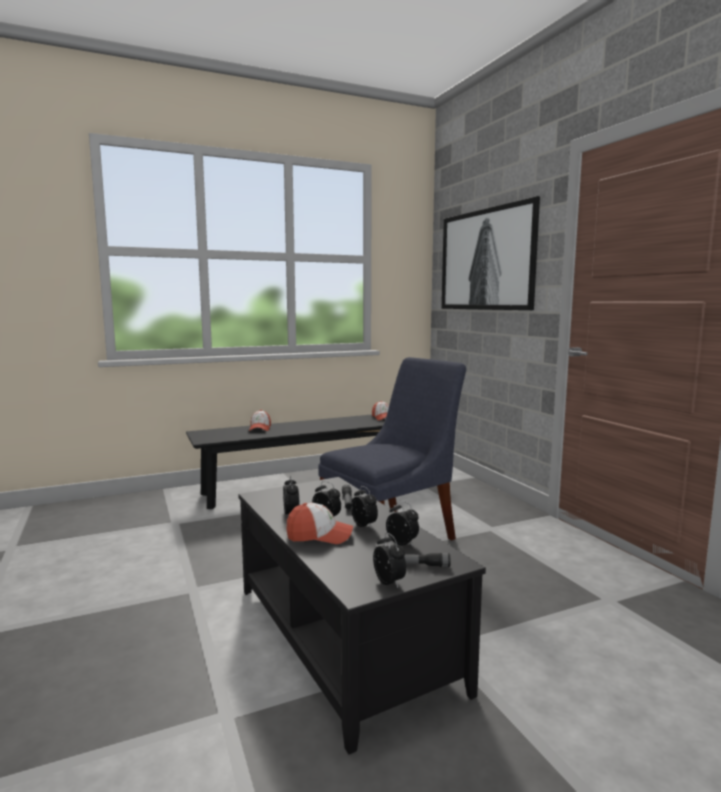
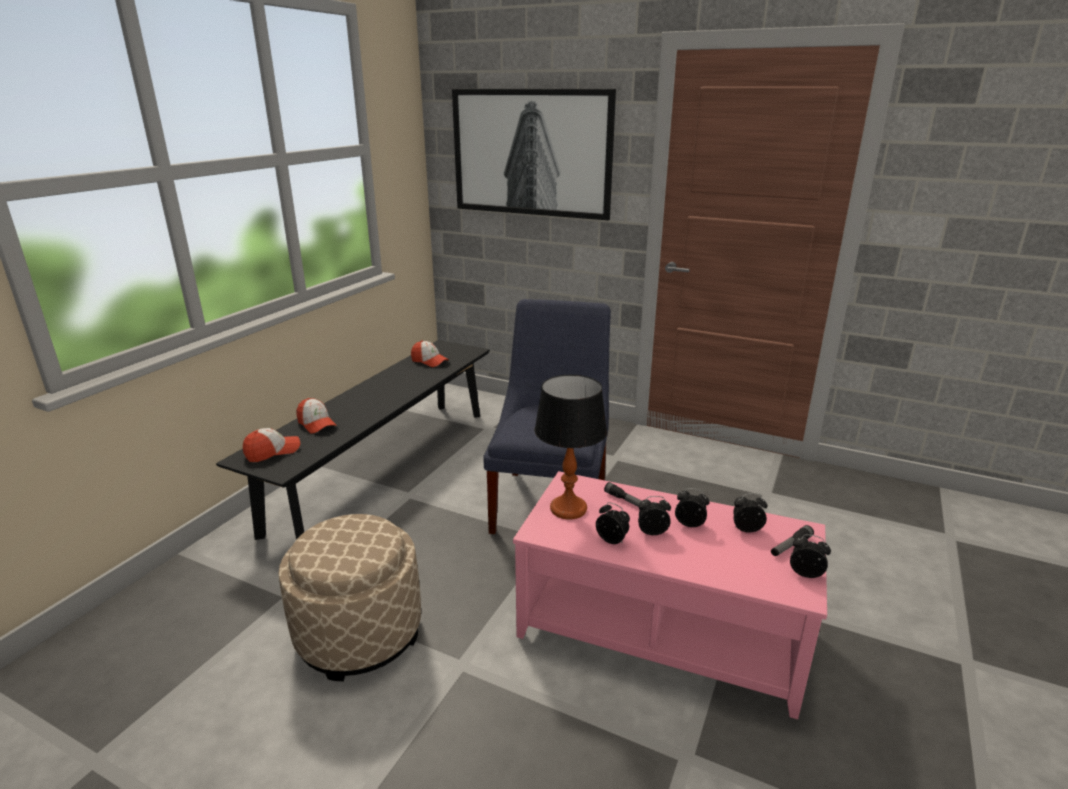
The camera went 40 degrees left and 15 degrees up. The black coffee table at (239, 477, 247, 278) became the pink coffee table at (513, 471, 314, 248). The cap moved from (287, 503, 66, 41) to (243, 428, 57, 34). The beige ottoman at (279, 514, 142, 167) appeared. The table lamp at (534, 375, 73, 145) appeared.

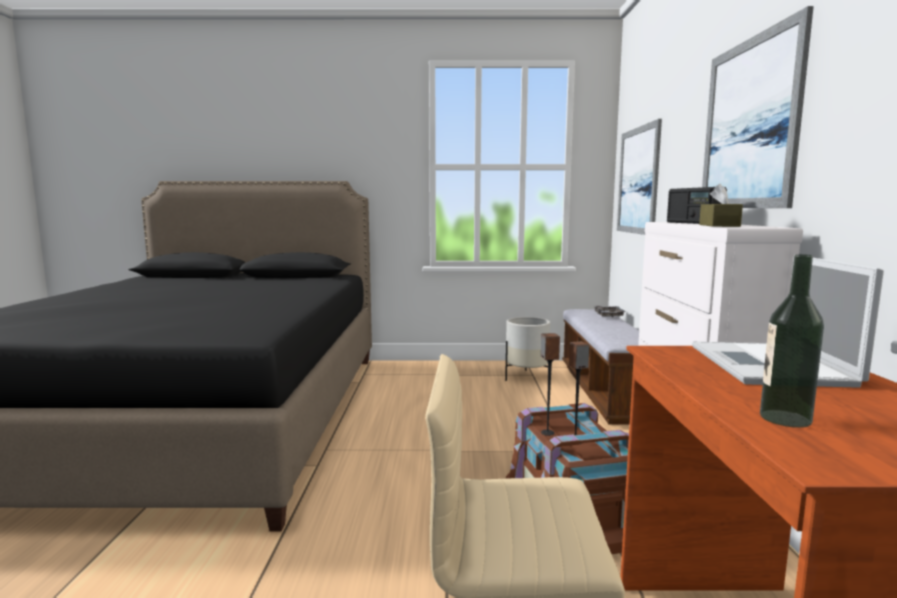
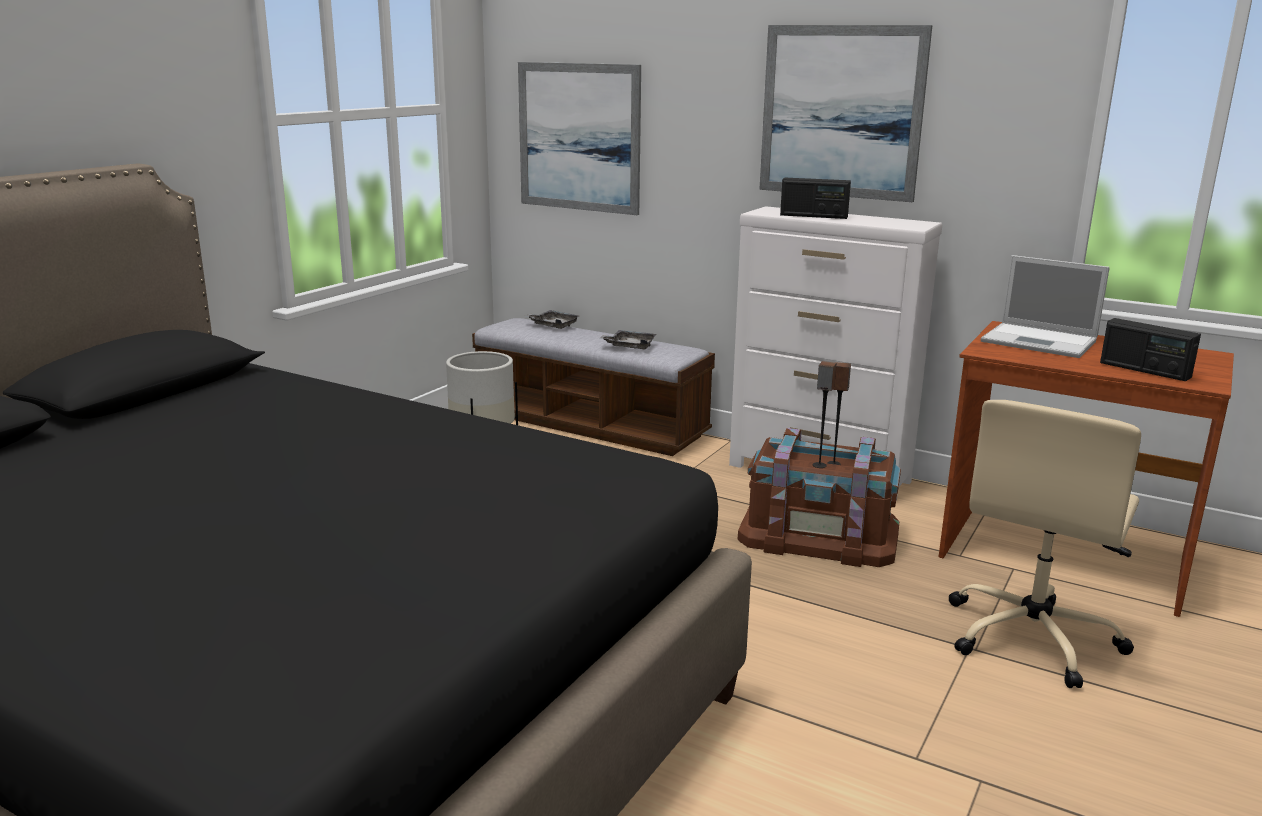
The camera went 60 degrees left and 10 degrees up. The brown tissue box at (699, 183, 44, 44) disappeared. The bottle at (760, 254, 64, 174) was replaced by the radio at (1100, 318, 101, 63). The grey tray at (600, 330, 56, 19) appeared.

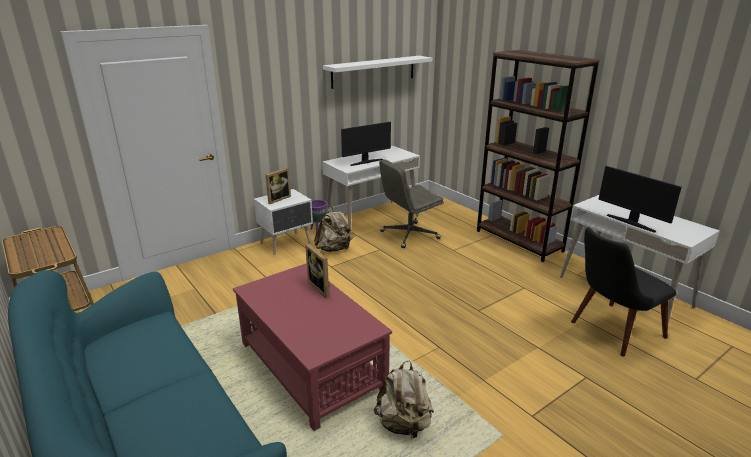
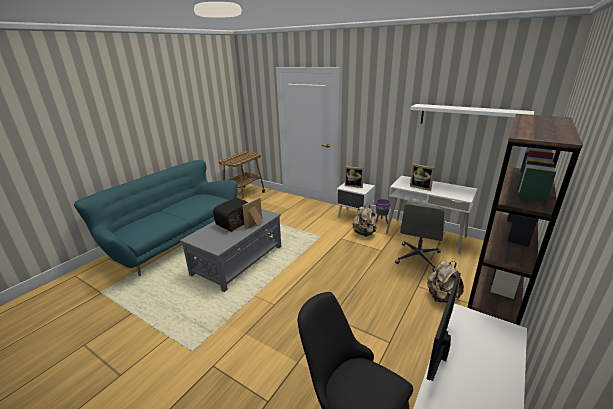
The camera went 70 degrees right and 0 degrees up. The red coffee table at (233, 264, 159, 167) became the grey coffee table at (180, 209, 101, 83). The monitor at (341, 122, 50, 44) was replaced by the picture frame at (410, 164, 24, 27). The beige backpack moved from (374, 361, 60, 77) to (427, 261, 37, 42). The grey office chair at (379, 159, 65, 89) turned 105 degrees counterclockwise. The radio at (213, 198, 35, 33) appeared.

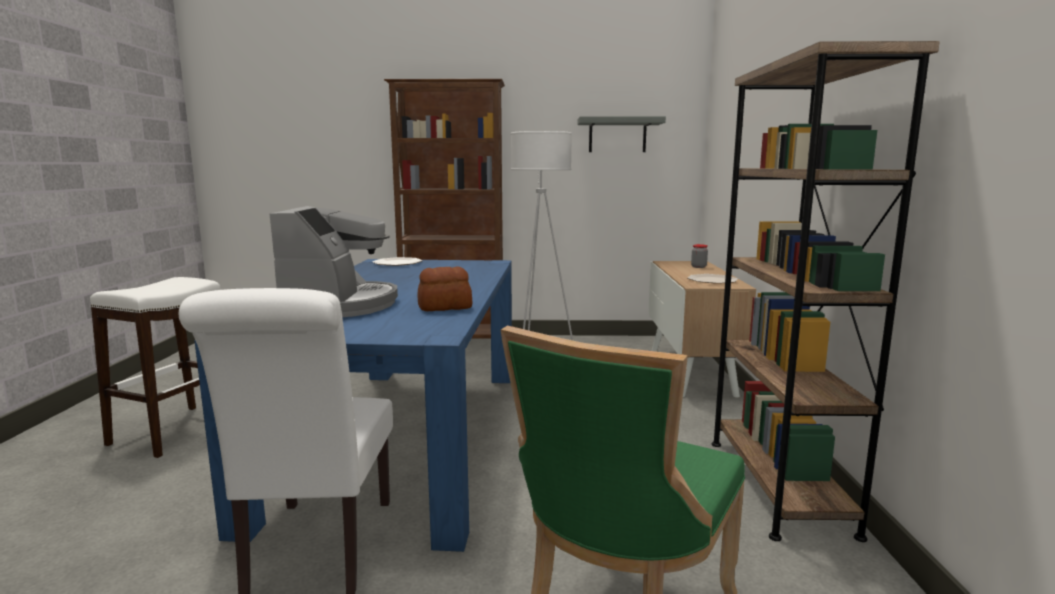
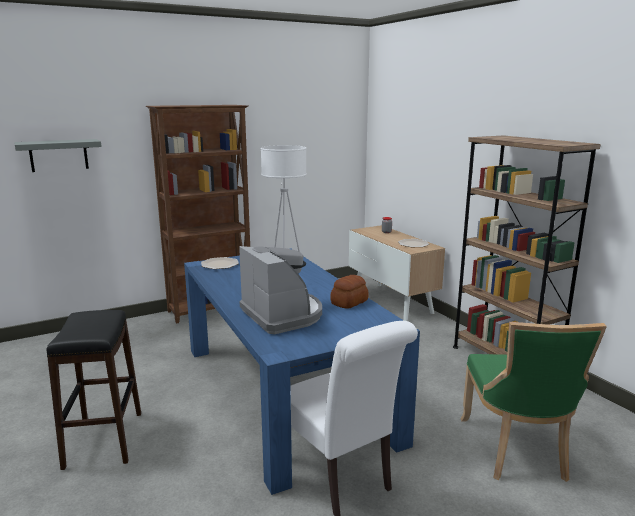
The camera went 30 degrees left and 5 degrees up. The white stool at (90, 277, 131, 181) became the black stool at (46, 310, 95, 160). The grey shelf moved from (577, 116, 89, 36) to (14, 139, 88, 33).

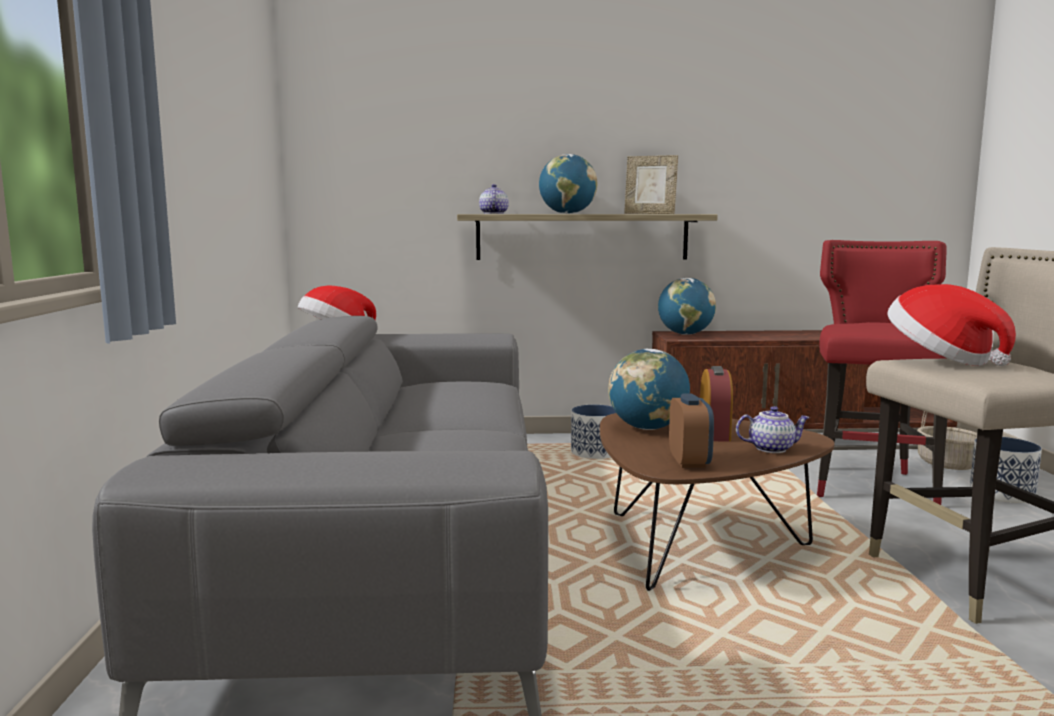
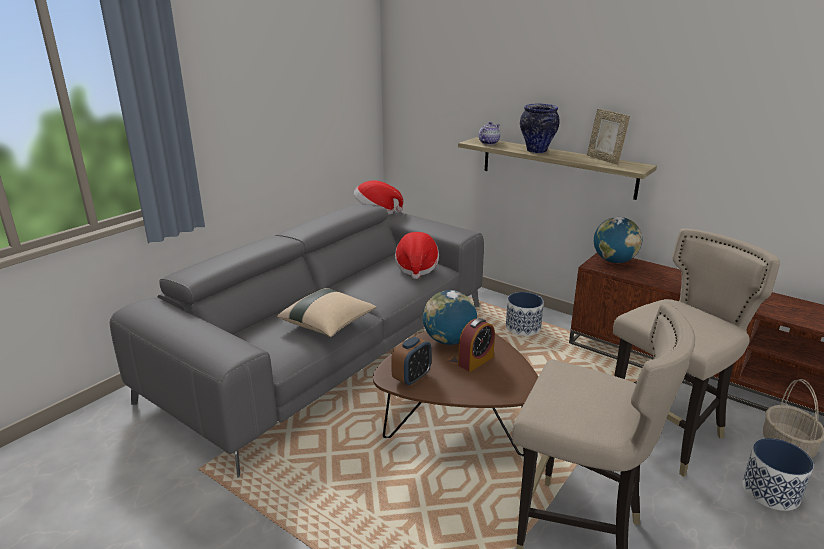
The camera went 40 degrees right and 15 degrees up. The globe at (539, 154, 58, 60) was replaced by the vase at (520, 104, 40, 49). The teapot at (736, 406, 74, 47) disappeared. The red stool at (817, 240, 131, 265) became the beige stool at (613, 228, 167, 249). The hat moved from (888, 284, 128, 82) to (395, 232, 44, 47). The beige pillow at (277, 288, 100, 49) appeared.

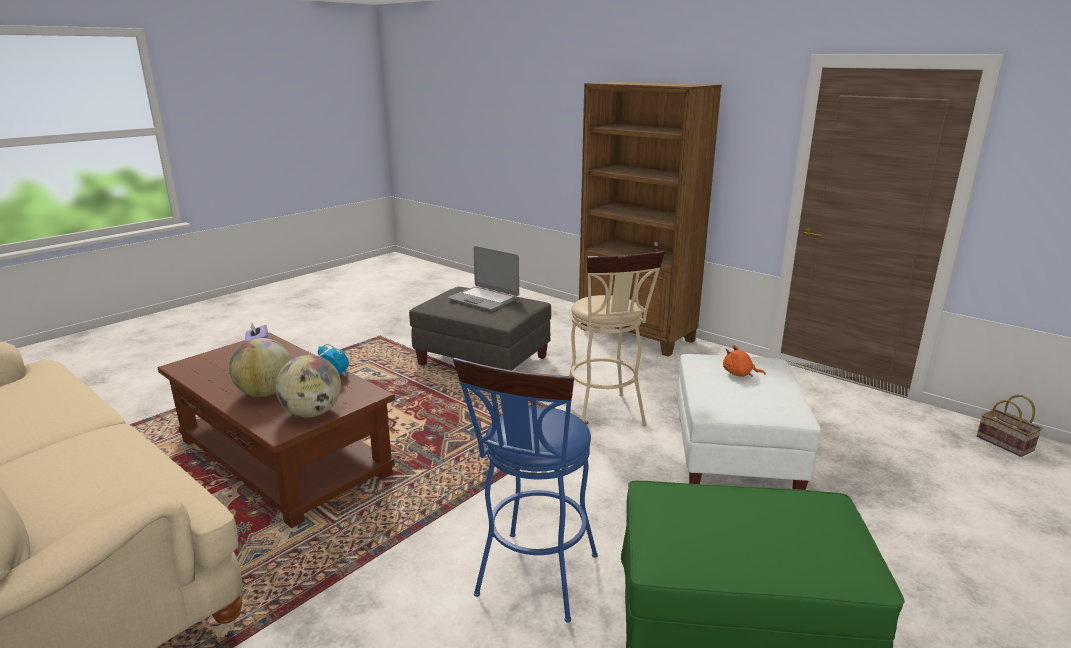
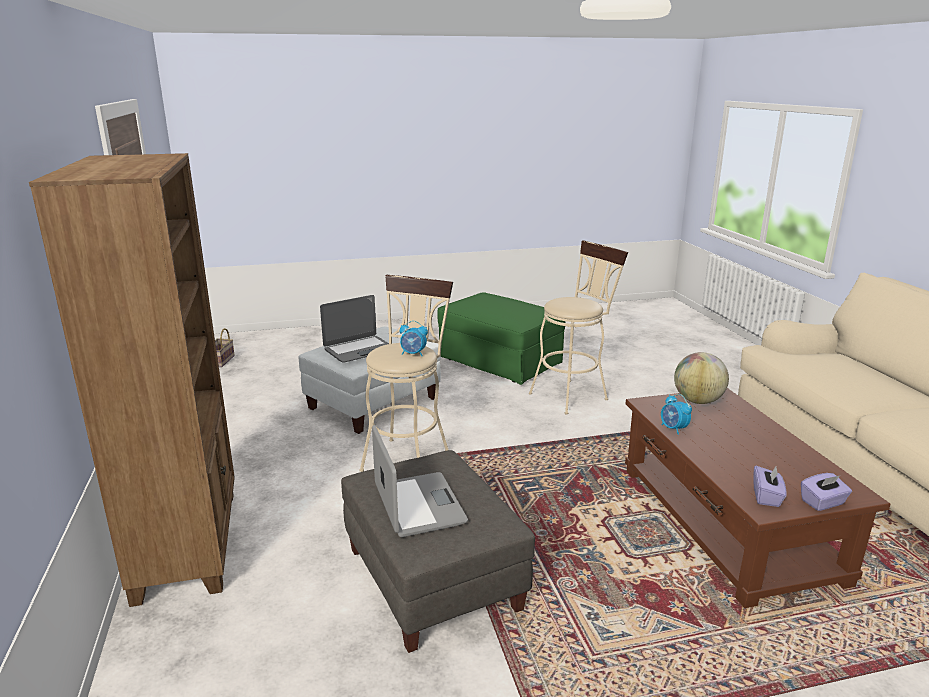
The camera went 145 degrees left and 0 degrees up. The globe at (229, 338, 63, 59) disappeared. The blue stool at (453, 358, 145, 265) became the beige stool at (529, 240, 99, 174). The orange plush toy at (723, 345, 43, 32) was replaced by the laptop at (320, 295, 69, 68). The alarm clock at (400, 321, 28, 35) appeared. The purple tissue box at (801, 473, 51, 38) appeared.

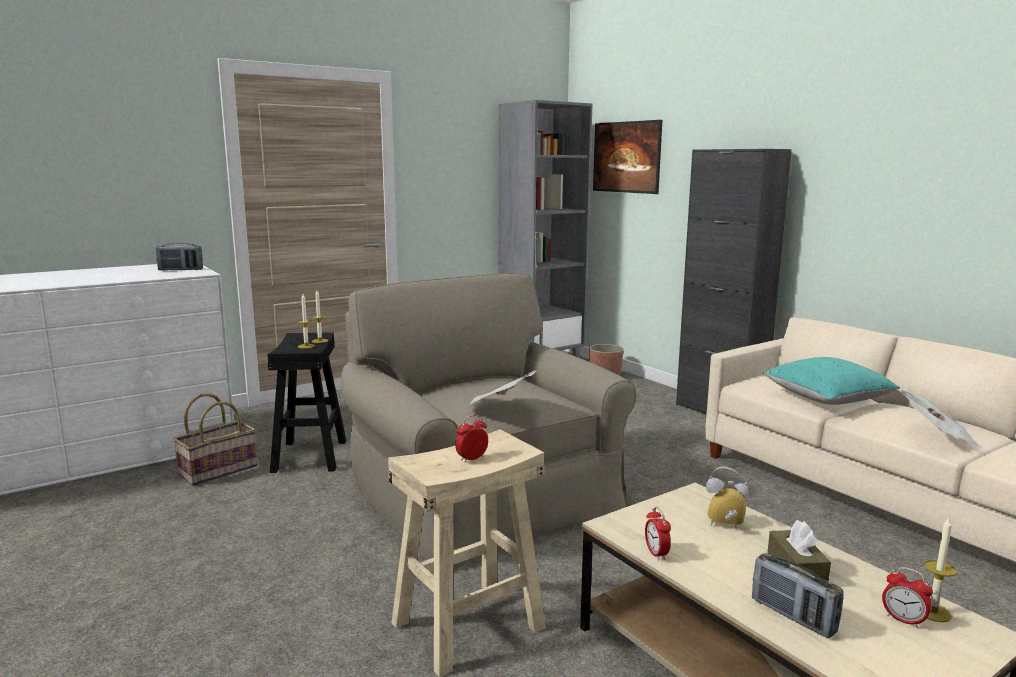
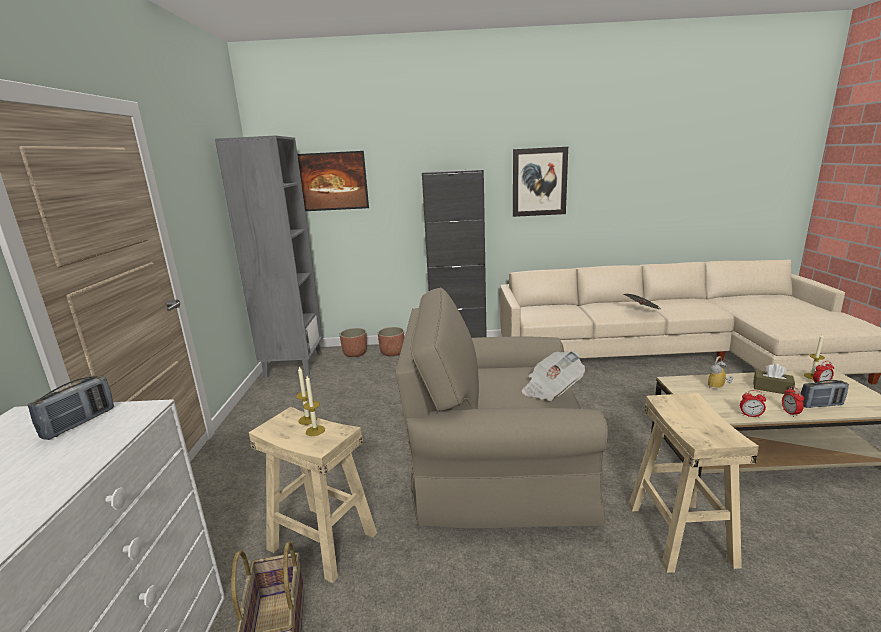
The camera went 55 degrees left and 5 degrees up. The black stool at (267, 332, 79, 141) became the beige stool at (249, 407, 128, 176). The alarm clock moved from (455, 415, 33, 48) to (782, 386, 22, 31). The turquoise pillow at (763, 357, 137, 48) disappeared. The planter at (378, 327, 26, 29) appeared. The picture at (513, 147, 55, 70) appeared.

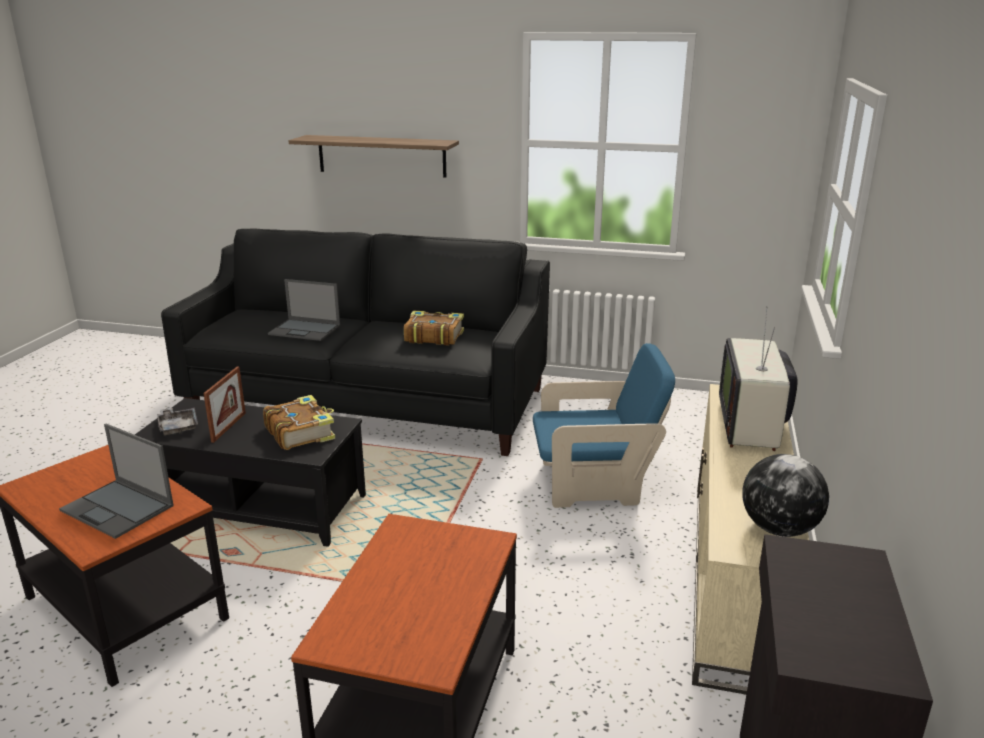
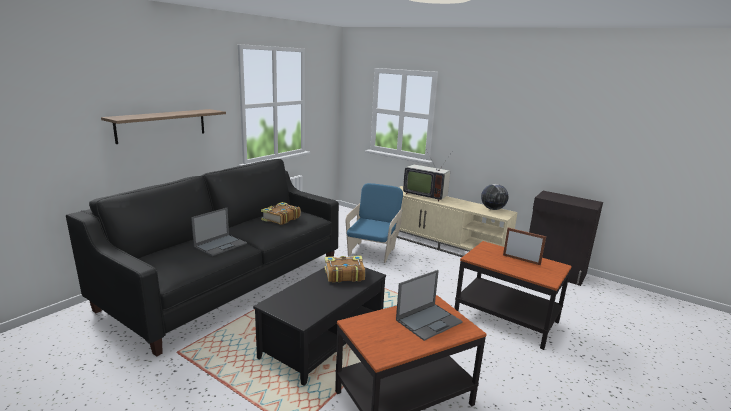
The camera went 70 degrees left and 5 degrees down. The grey tray at (157, 408, 41, 27) disappeared. The picture frame moved from (203, 367, 43, 76) to (503, 228, 43, 37).

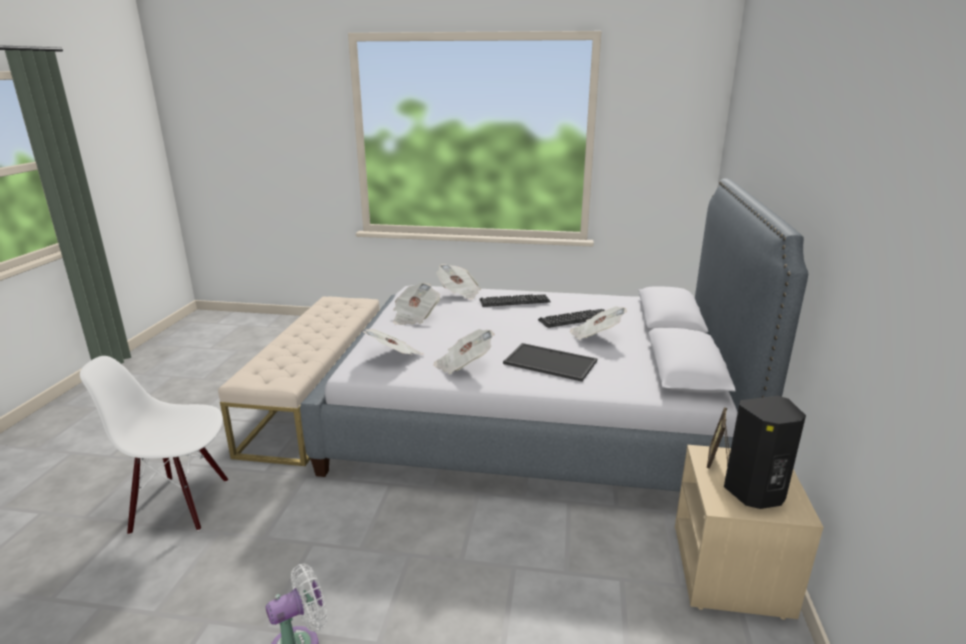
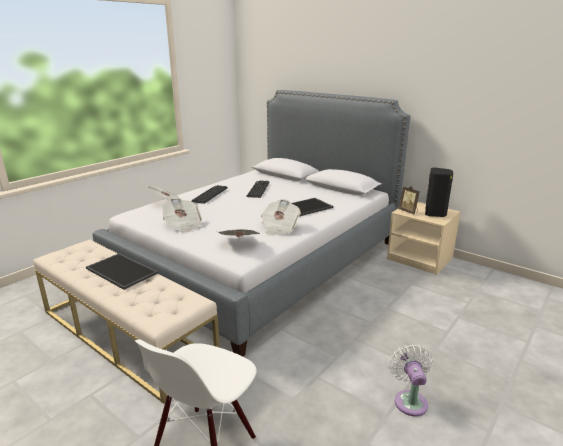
The camera went 60 degrees left and 0 degrees up. The newspaper at (570, 306, 57, 34) disappeared. The tray at (86, 253, 72, 37) appeared.

